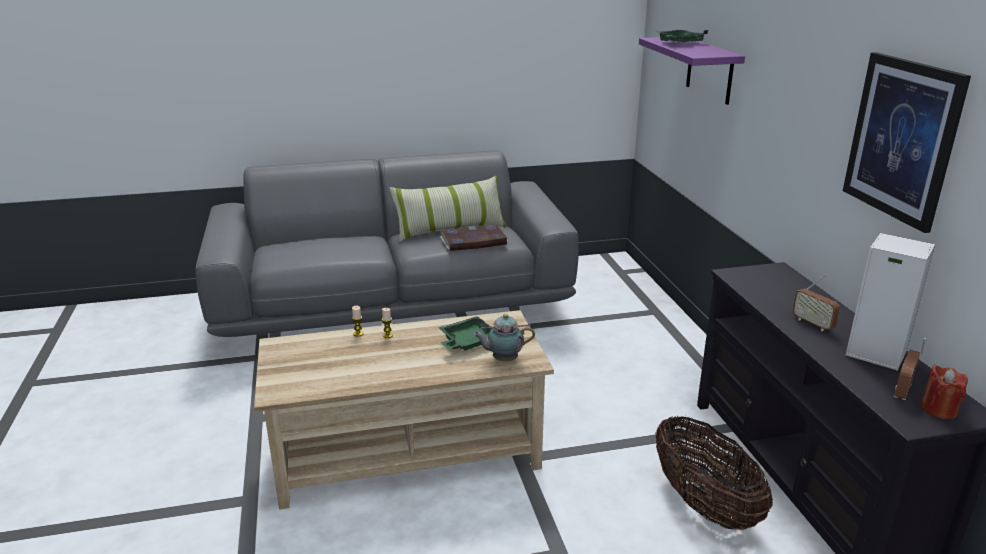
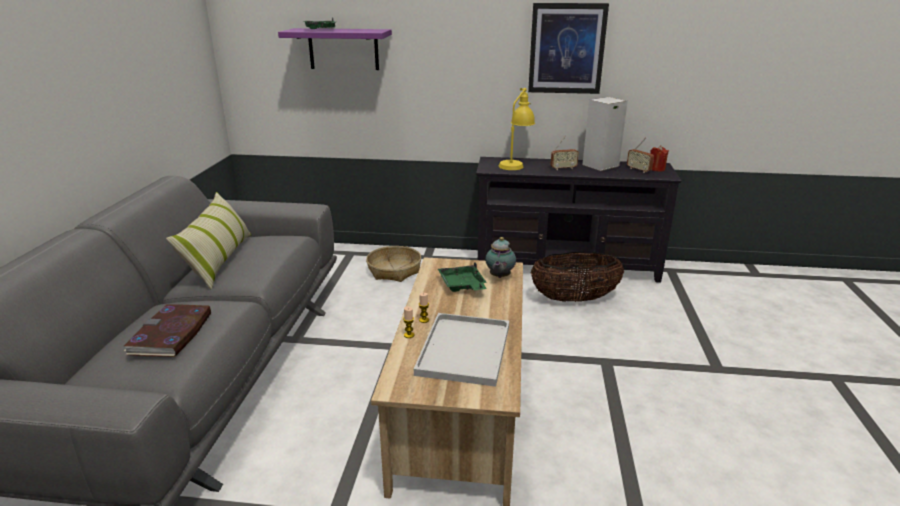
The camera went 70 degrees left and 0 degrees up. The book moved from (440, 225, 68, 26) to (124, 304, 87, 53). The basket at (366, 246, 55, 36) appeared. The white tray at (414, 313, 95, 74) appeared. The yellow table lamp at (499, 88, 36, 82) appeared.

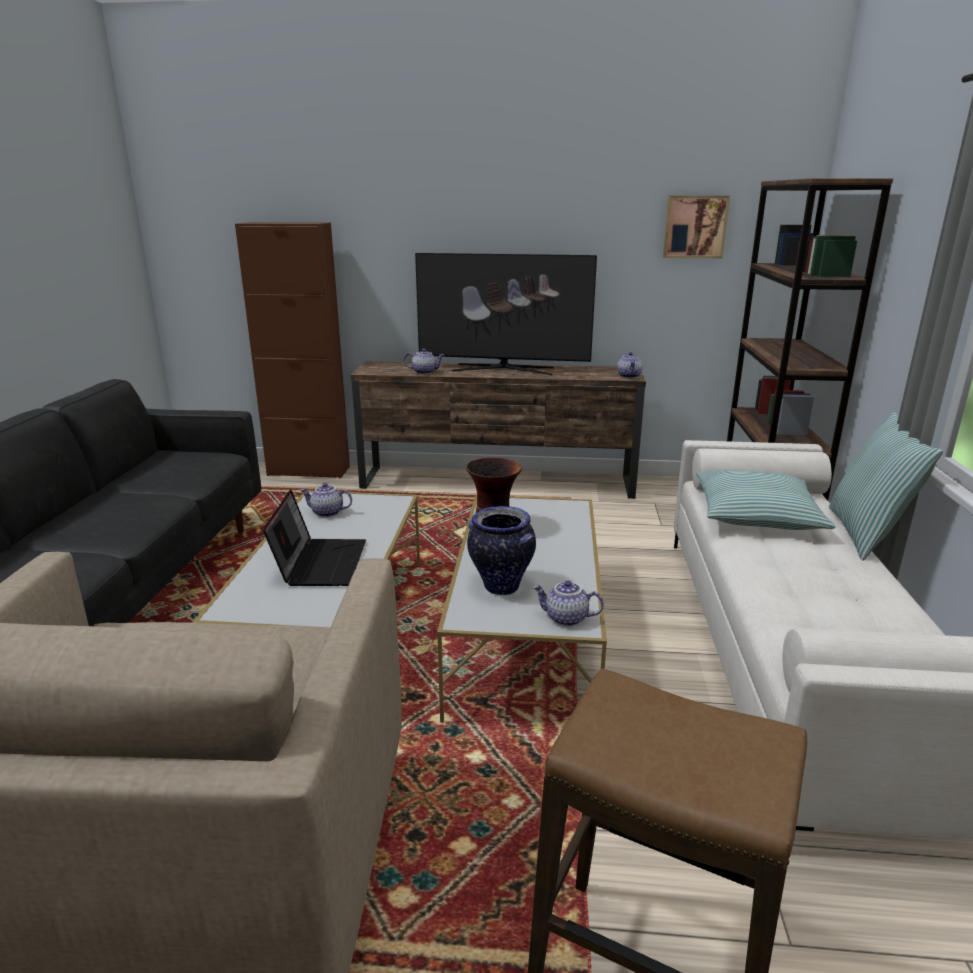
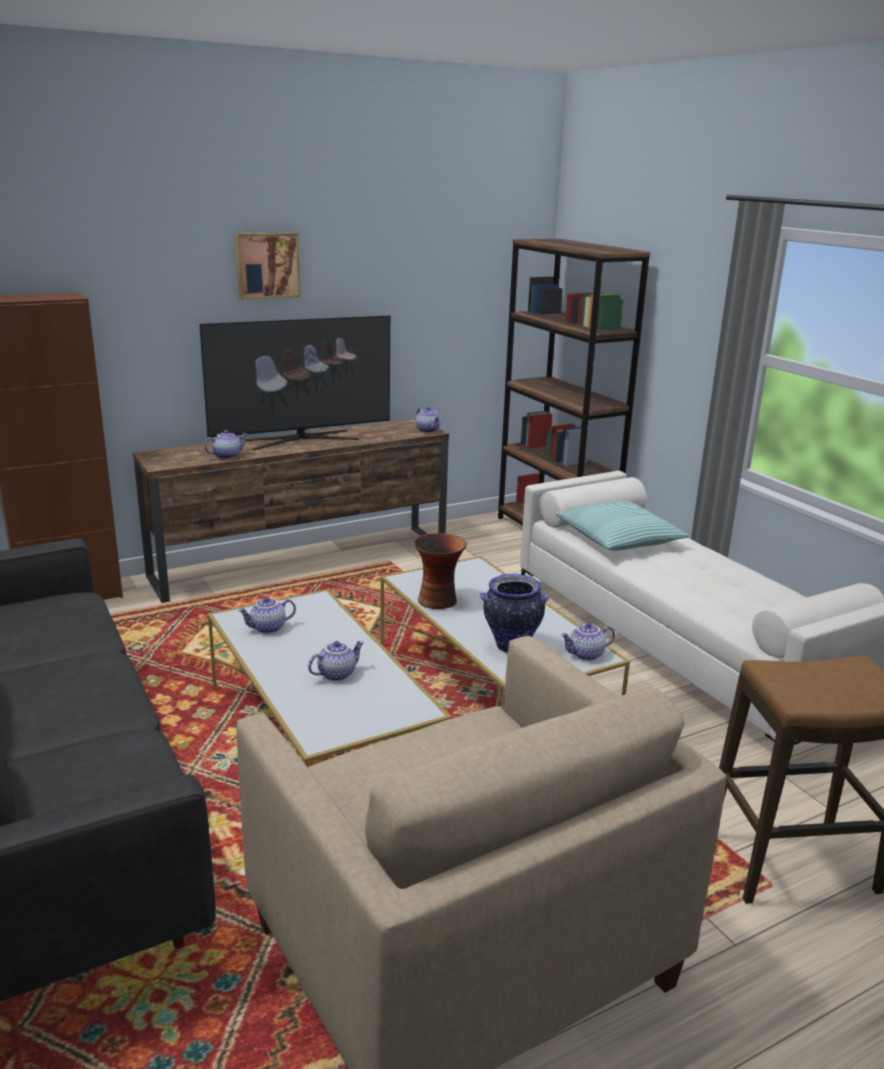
The camera went 35 degrees left and 0 degrees up. The laptop at (263, 490, 103, 96) was replaced by the teapot at (308, 641, 56, 40). The picture moved from (663, 196, 67, 62) to (235, 233, 66, 67). The pillow at (829, 412, 114, 149) disappeared.

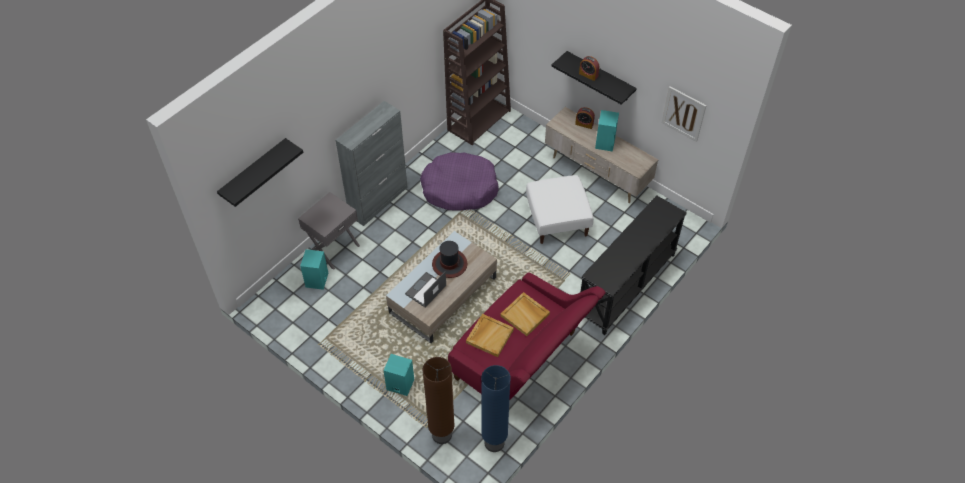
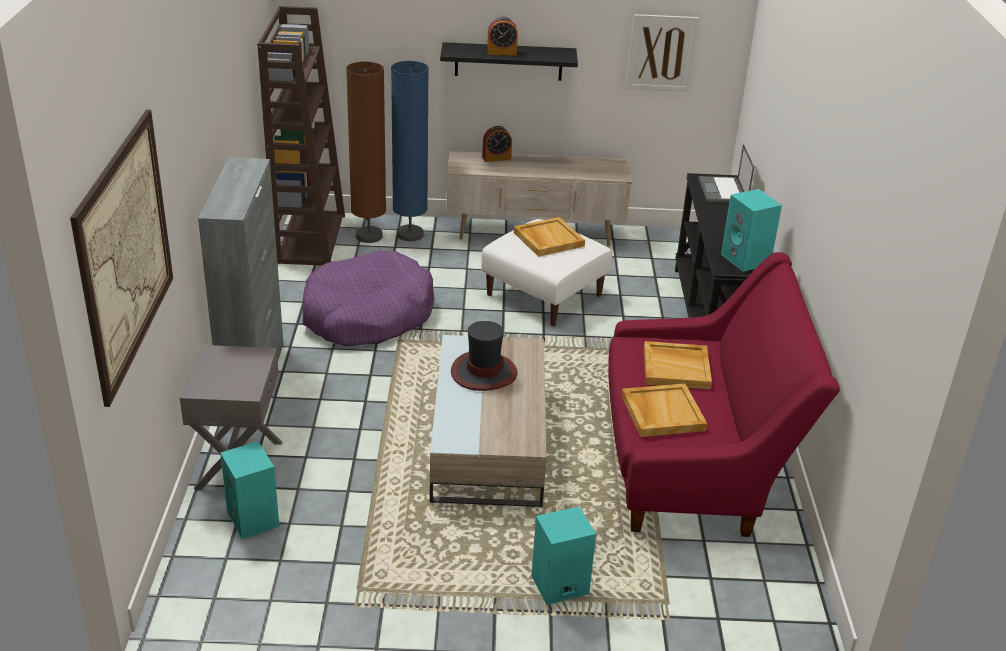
The camera went 40 degrees left and 20 degrees down. The black shelf at (217, 138, 86, 69) was replaced by the picture at (70, 110, 103, 297). The laptop moved from (405, 271, 41, 37) to (698, 144, 56, 58). The brown floor lamp moved from (423, 357, 32, 87) to (346, 61, 40, 182). The blue floor lamp moved from (481, 365, 30, 87) to (391, 61, 38, 180). The turquoise speaker moved from (595, 110, 24, 42) to (721, 189, 61, 83). The beige tray at (514, 217, 71, 40) appeared.

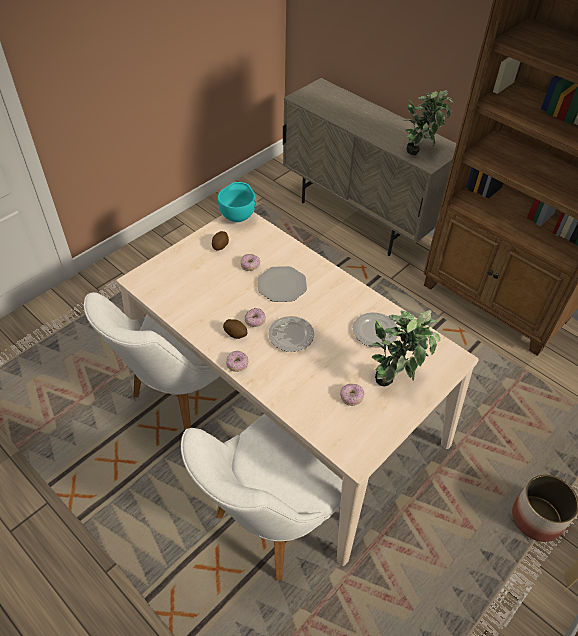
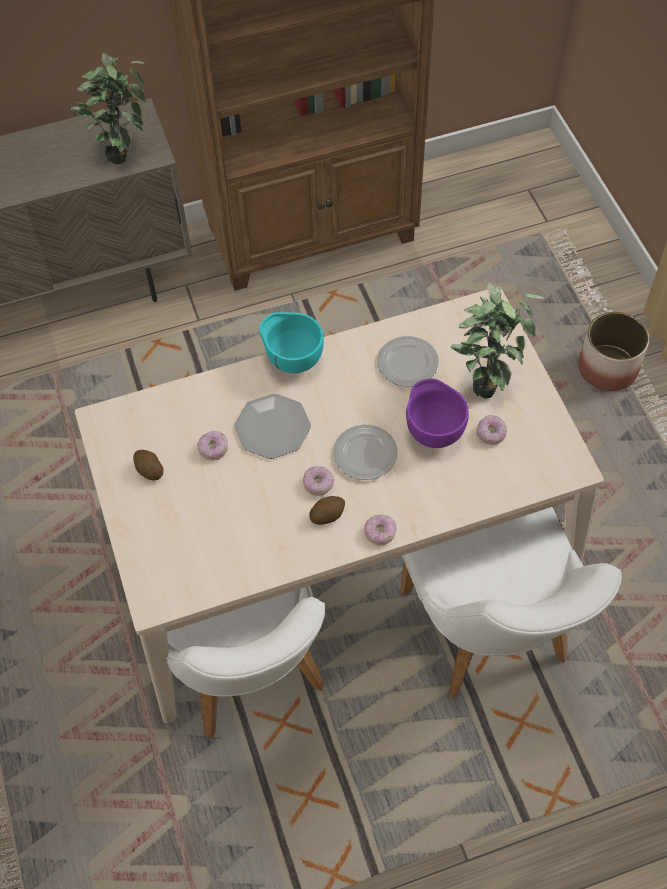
The camera went 60 degrees left and 10 degrees up. The turquoise bowl moved from (218, 182, 38, 40) to (259, 312, 65, 61). The purple bowl at (406, 379, 63, 69) appeared.

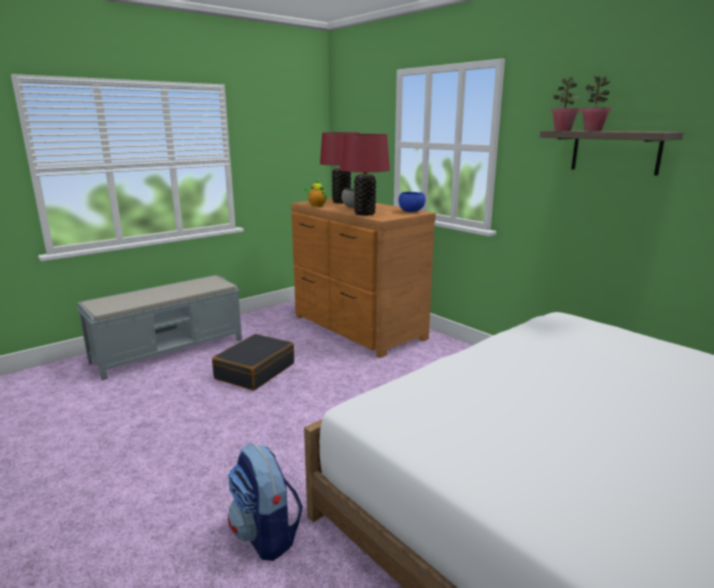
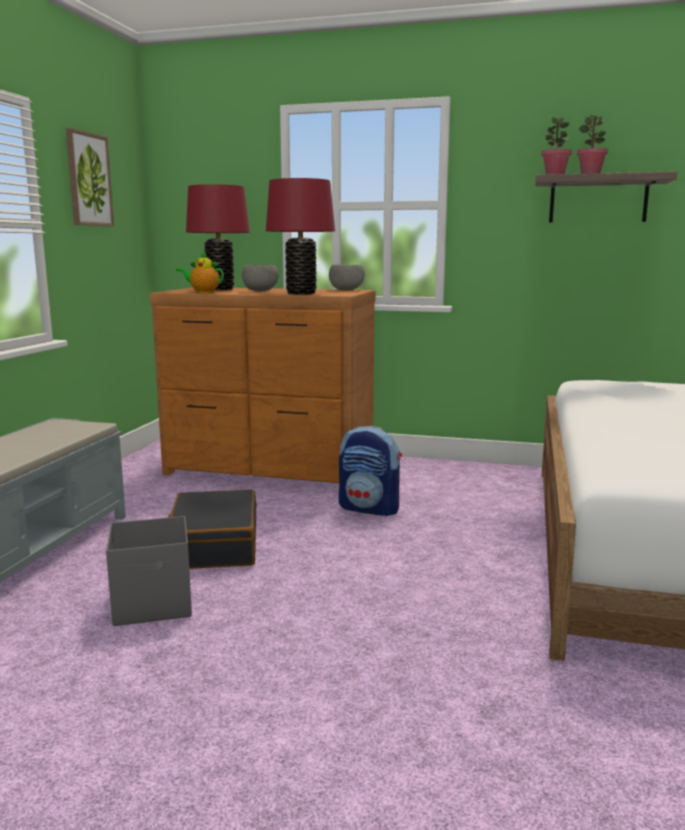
The camera went 35 degrees left and 5 degrees down. The backpack moved from (228, 443, 75, 118) to (339, 426, 63, 90). The blue bowl at (398, 192, 27, 20) became the grey bowl at (329, 265, 36, 26). The picture at (66, 128, 48, 99) appeared. The grey storage box at (106, 516, 86, 110) appeared.

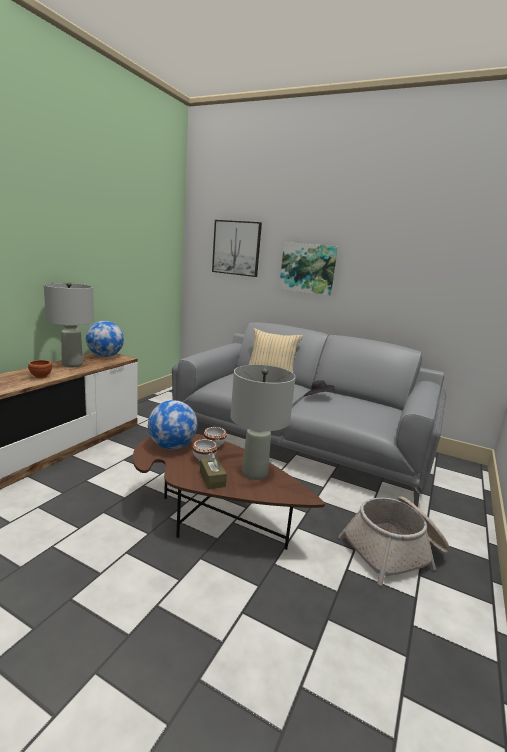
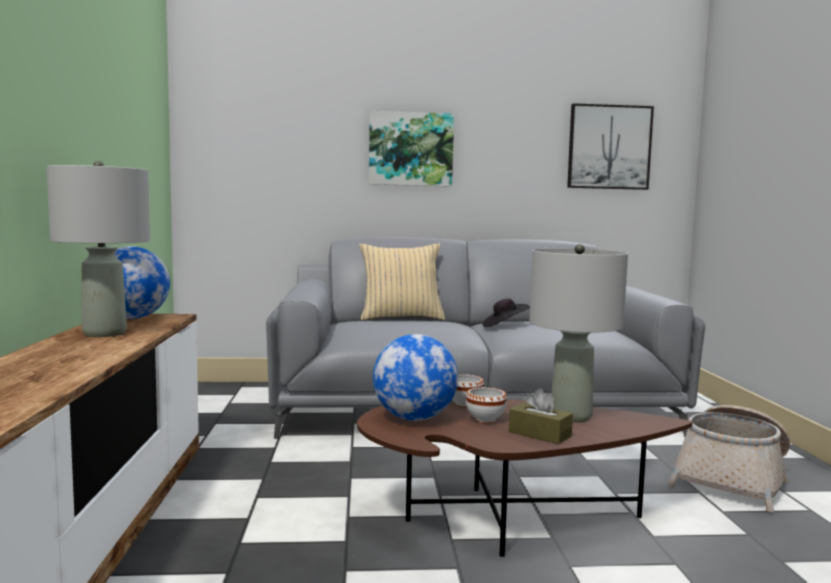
The camera went 30 degrees left and 10 degrees down. The brown bowl at (28, 360, 24, 18) disappeared. The picture moved from (212, 220, 50, 57) to (567, 103, 87, 87).

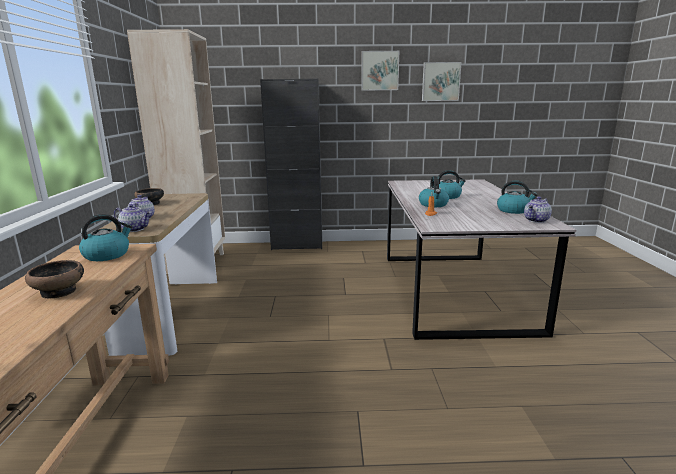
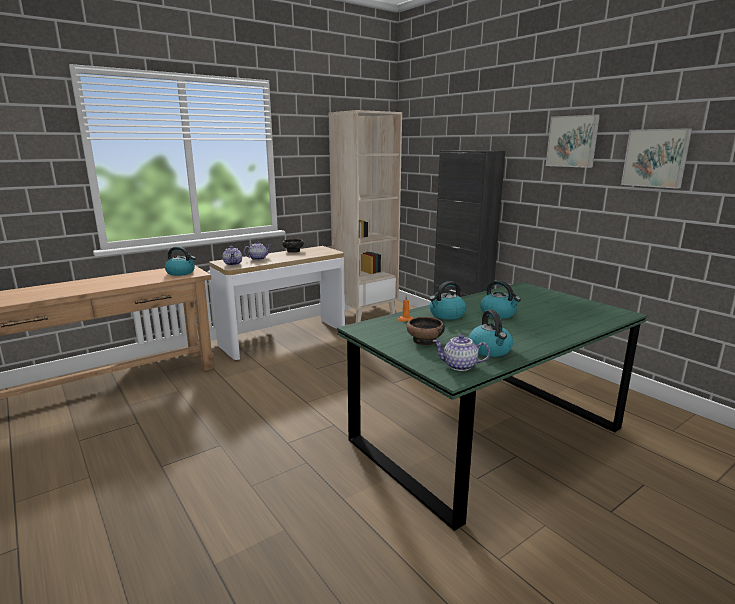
The camera went 55 degrees right and 0 degrees up. The bowl moved from (25, 260, 59, 38) to (406, 317, 39, 29). The grey dining table at (387, 179, 189, 161) became the green dining table at (337, 282, 310, 249).

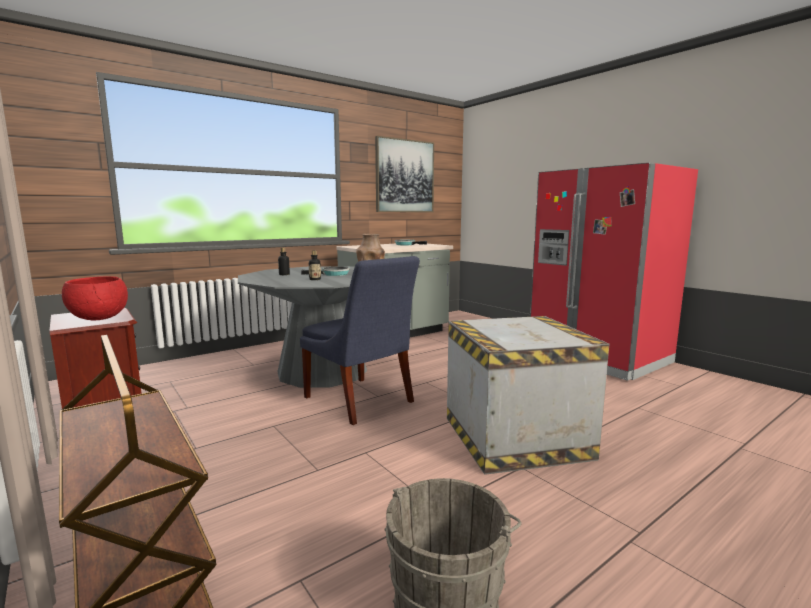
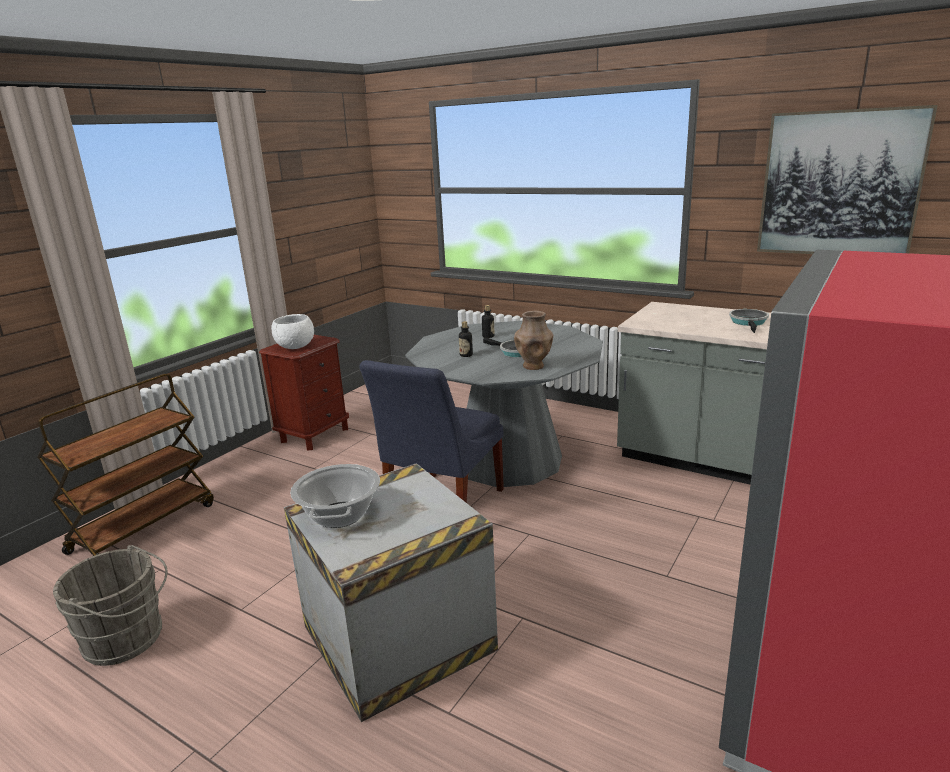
The camera went 70 degrees right and 10 degrees up. The red bowl at (62, 277, 66, 44) became the white bowl at (271, 314, 43, 35). The cooking pot at (290, 464, 90, 64) appeared.

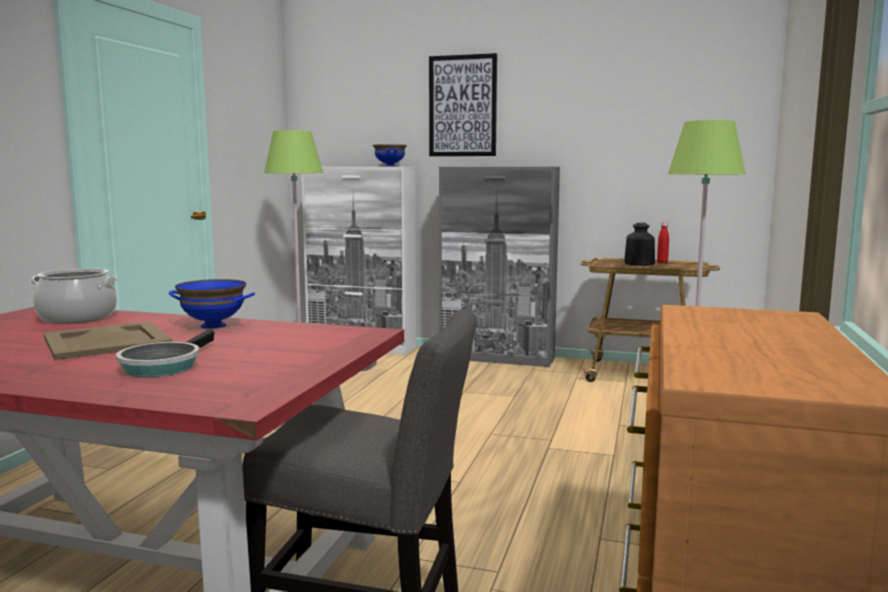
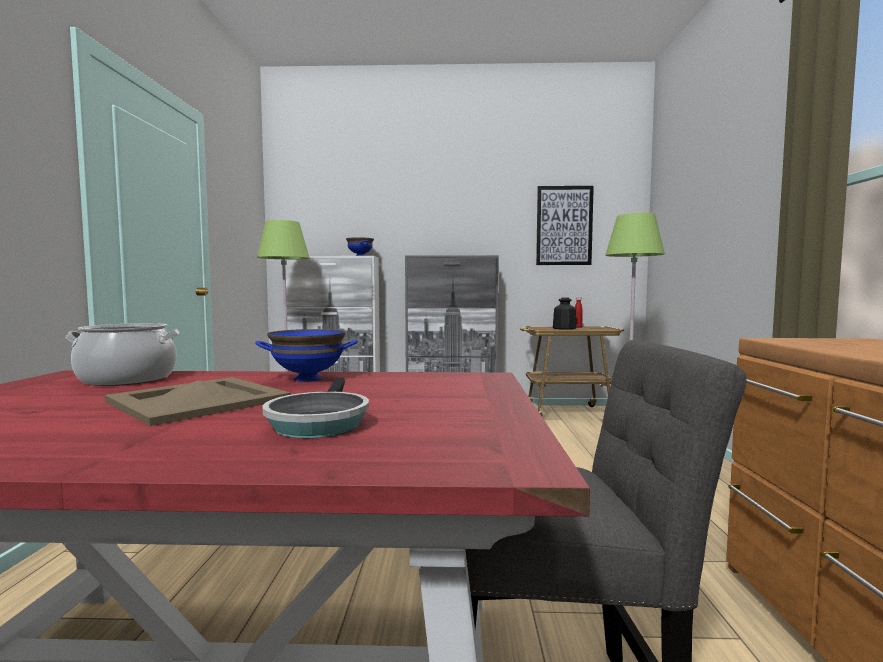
The camera went 15 degrees left and 5 degrees down. The picture moved from (429, 53, 68, 103) to (536, 186, 58, 79).

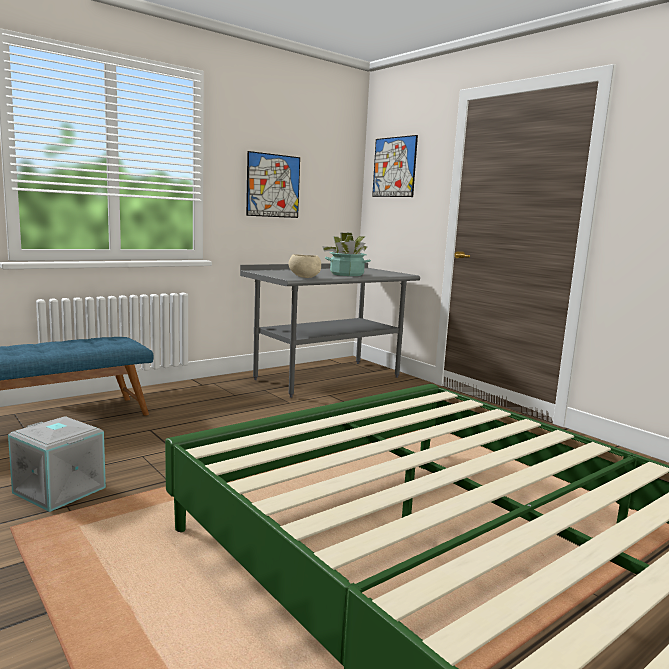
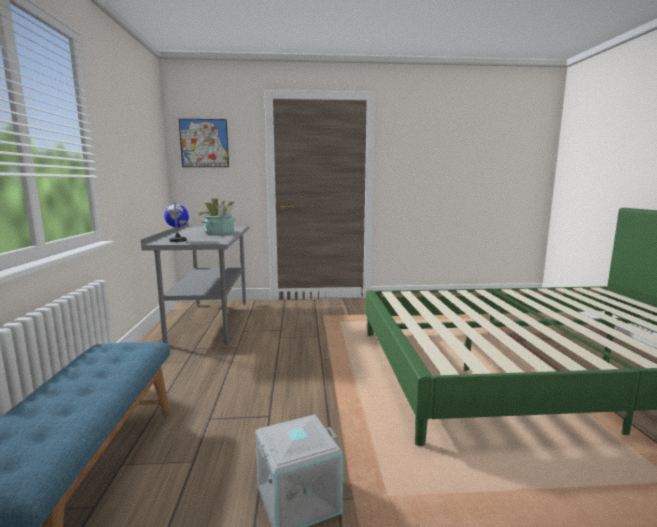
The camera went 55 degrees left and 0 degrees up. The picture at (246, 151, 54, 67) disappeared. The beige bowl at (289, 254, 32, 24) disappeared. The globe at (164, 201, 25, 41) appeared.

